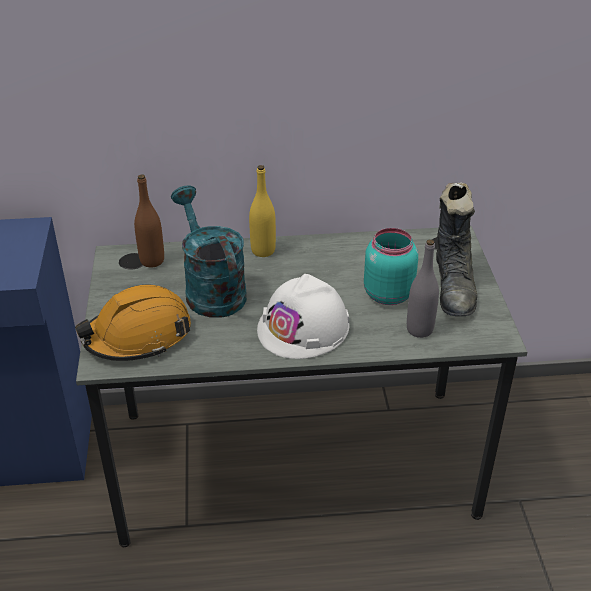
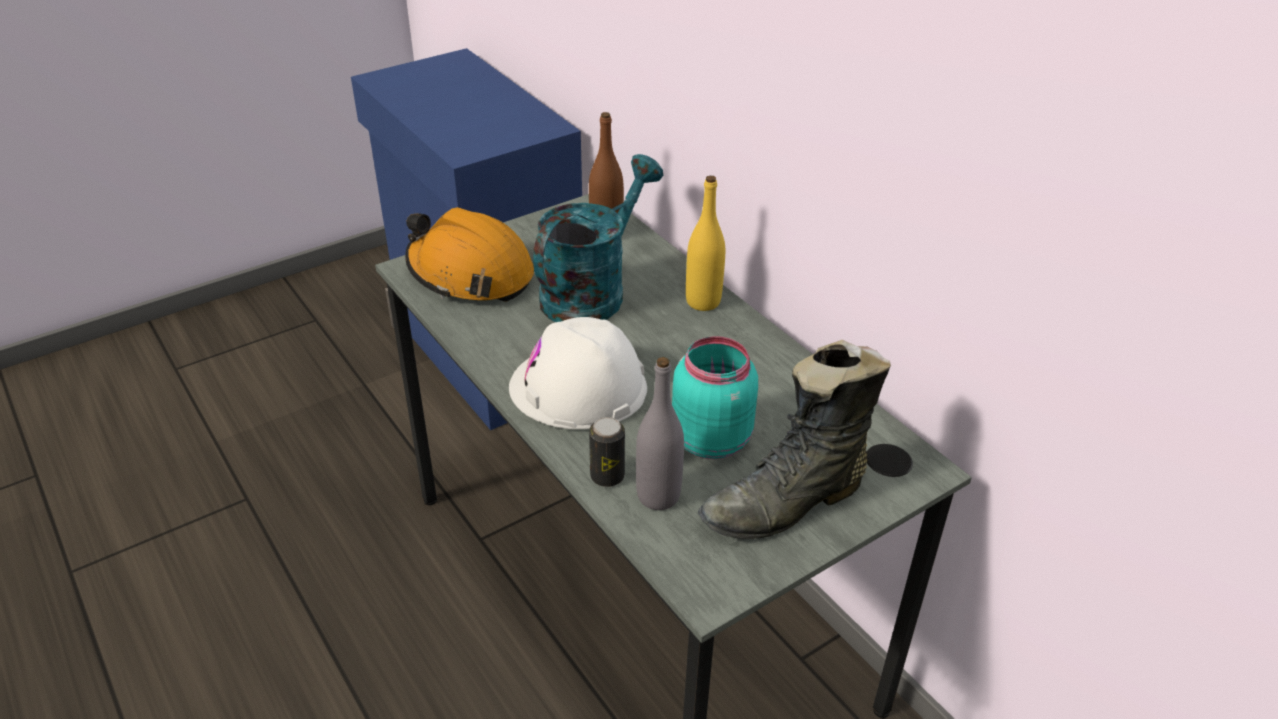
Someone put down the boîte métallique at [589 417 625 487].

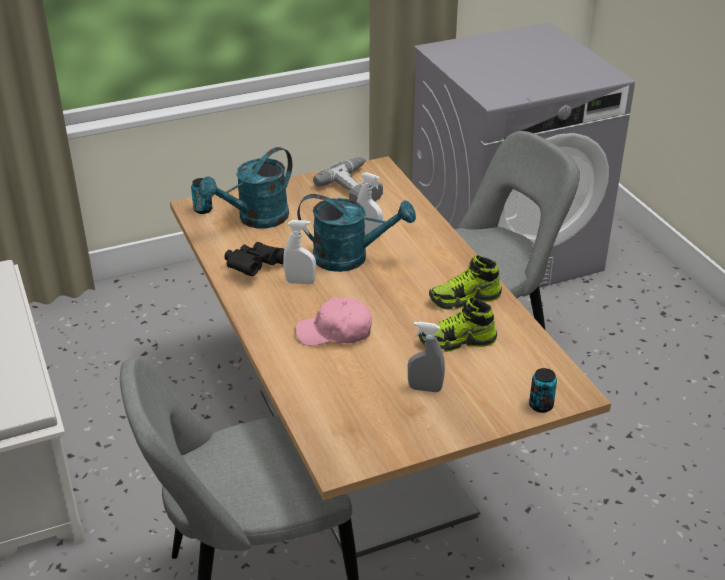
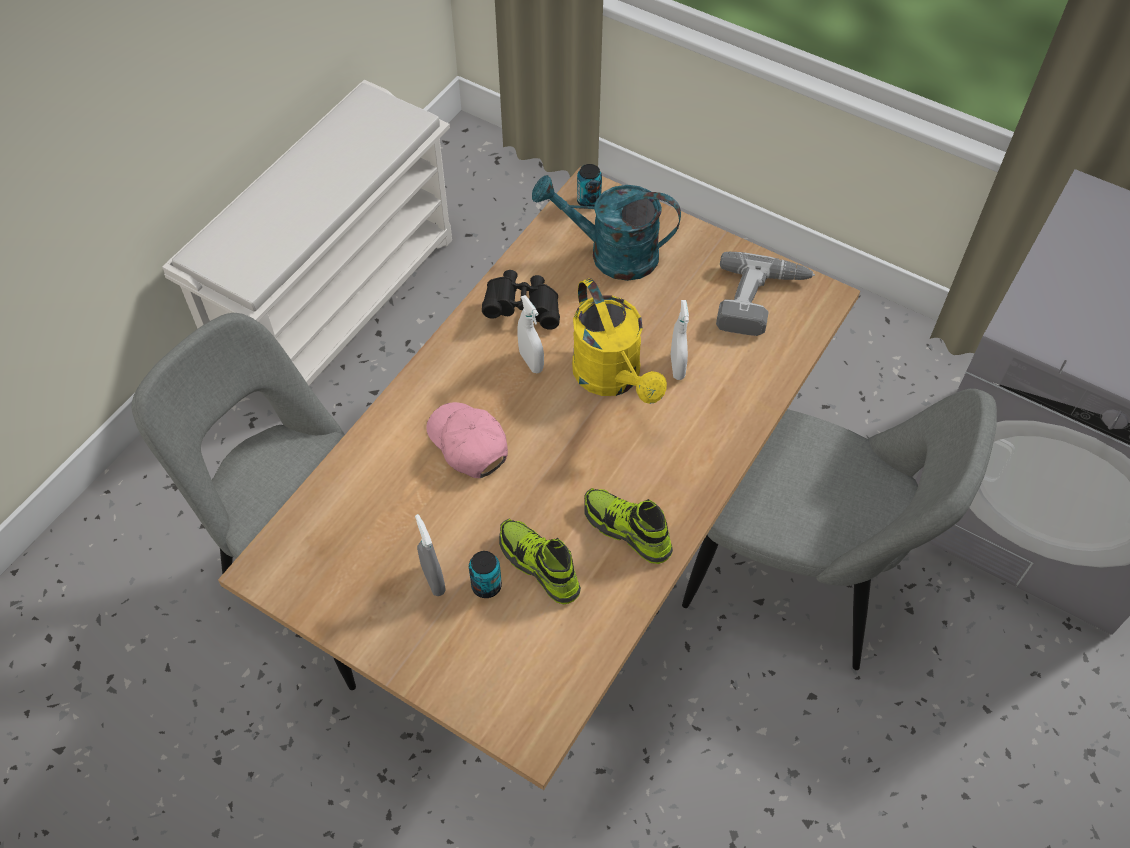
Someone repainted the arrosoir (turquoise) at [298 194 416 272], which became the arrosoir (jaune) at [572 278 667 404].
Someone carried the boîte métallique from [529 368 557 413] to [469 551 502 598].

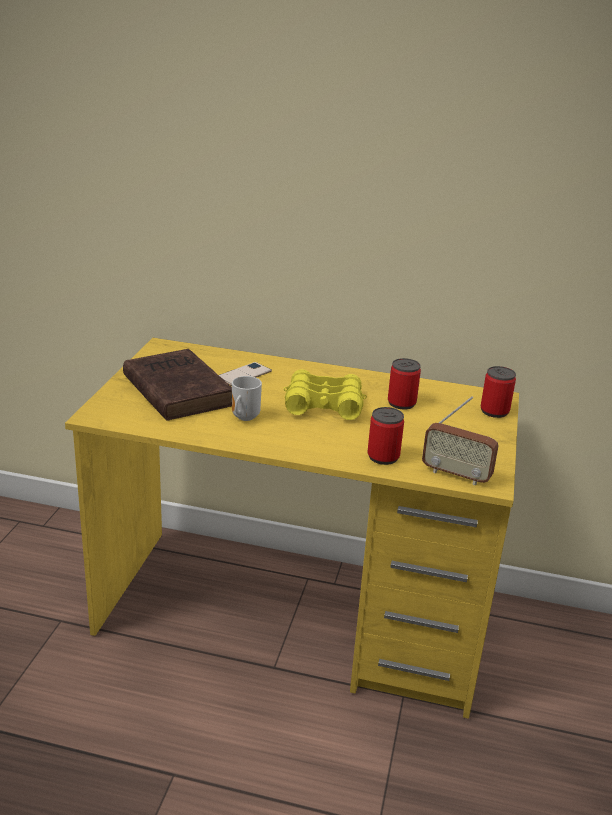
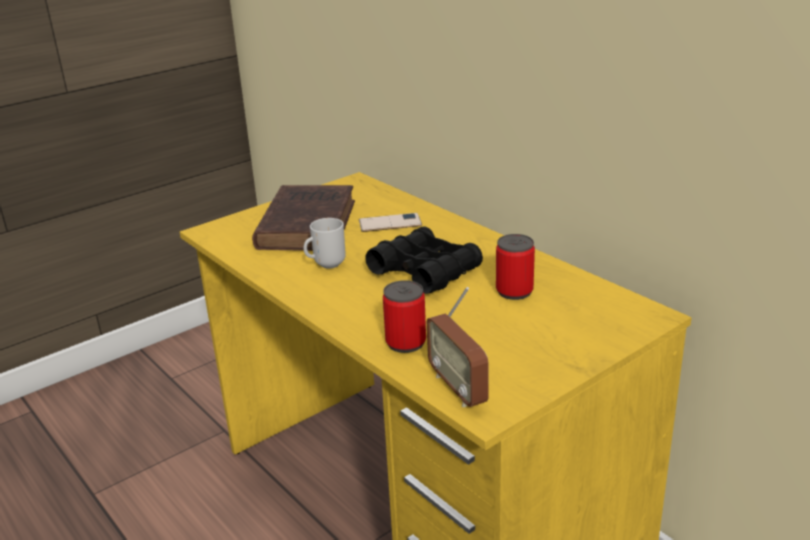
Someone took away the boîte métallique at [481 366 516 418].
Someone repainted the jumelles (jaune) at [284 369 367 420], which became the jumelles (noir) at [366 227 483 294].

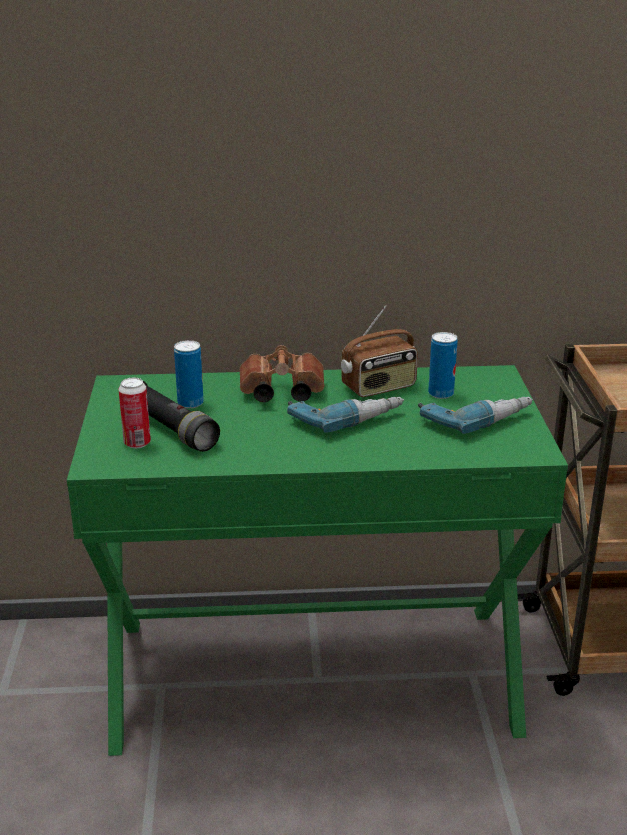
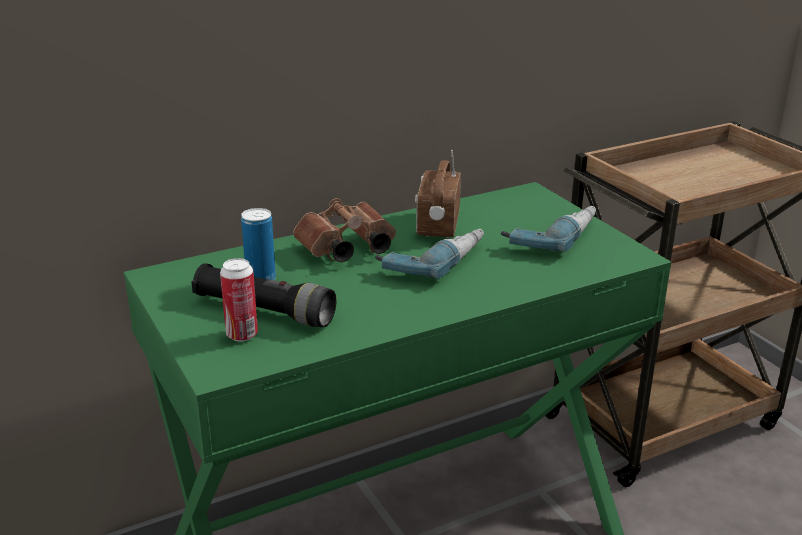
Someone rotated the radio at [341 305 418 397] by 150 degrees clockwise.
Someone took away the boîte métallique at [428 332 458 399].

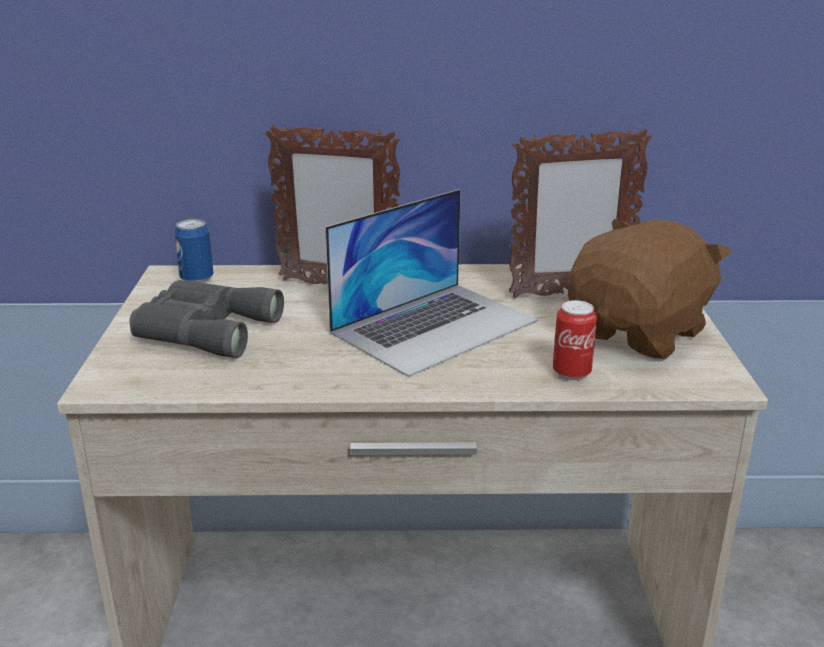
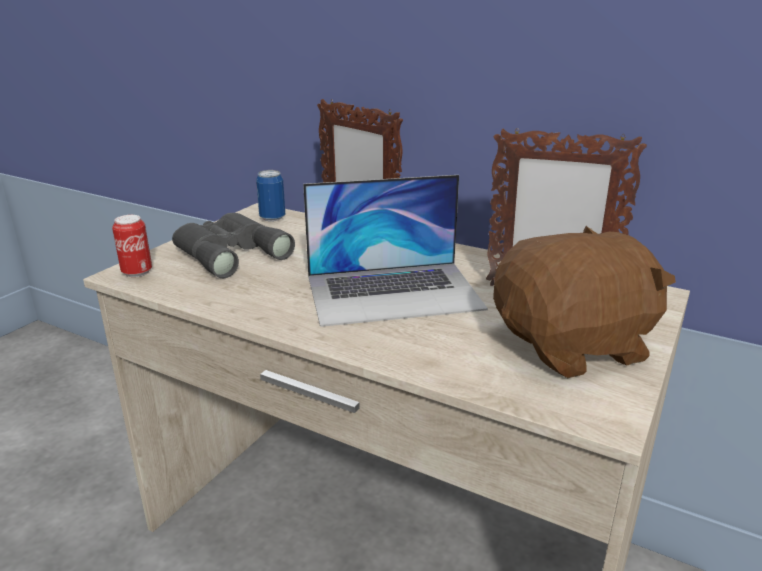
Someone carried the boîte métallique from [553 300 597 381] to [112 215 152 277].

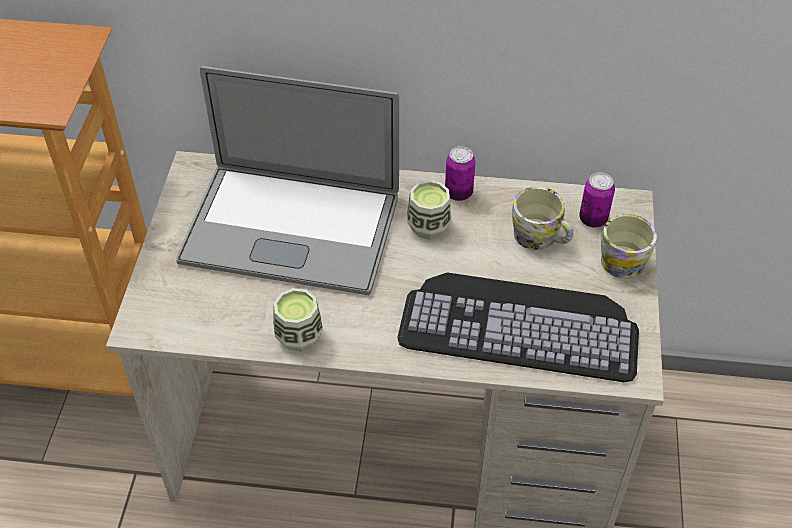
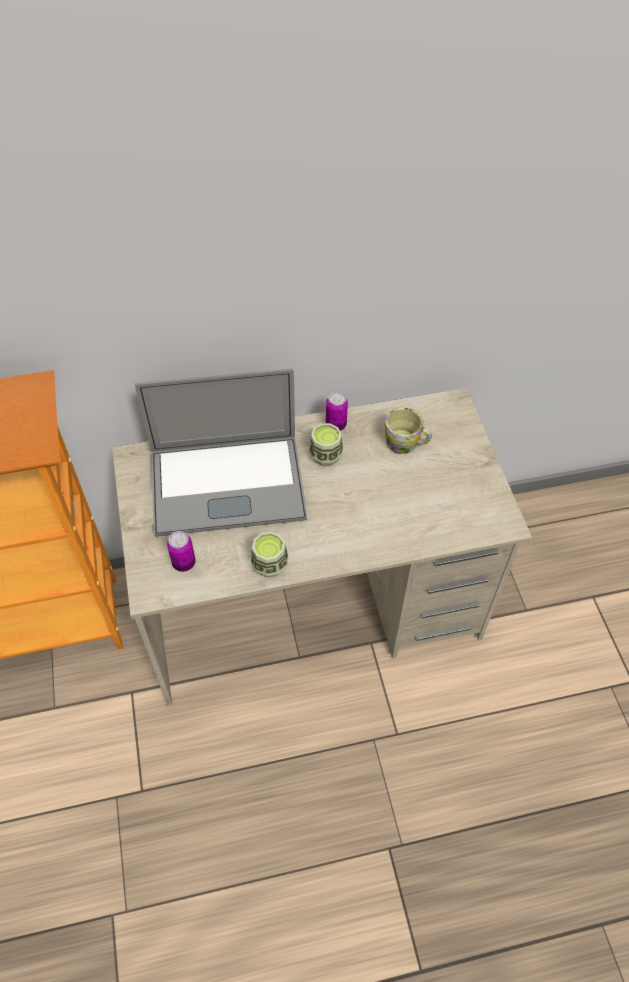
Someone carried the boîte métallique from [579 172 615 228] to [167 531 196 572].
Someone took away the mug at [601 214 657 279].
Someone took away the clavier at [397 273 639 382].

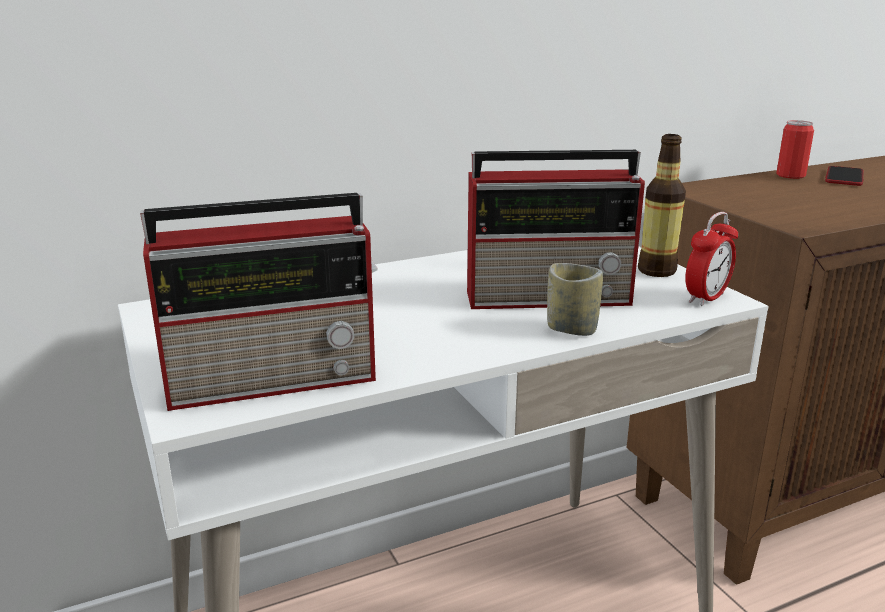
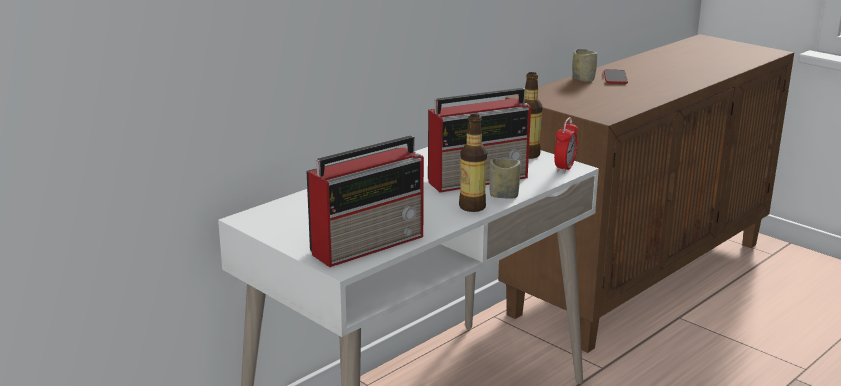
Someone swapped the boîte métallique at [776 120 814 179] for the tasse at [572 48 597 82].
Someone put down the bouteille at [459 114 487 212].

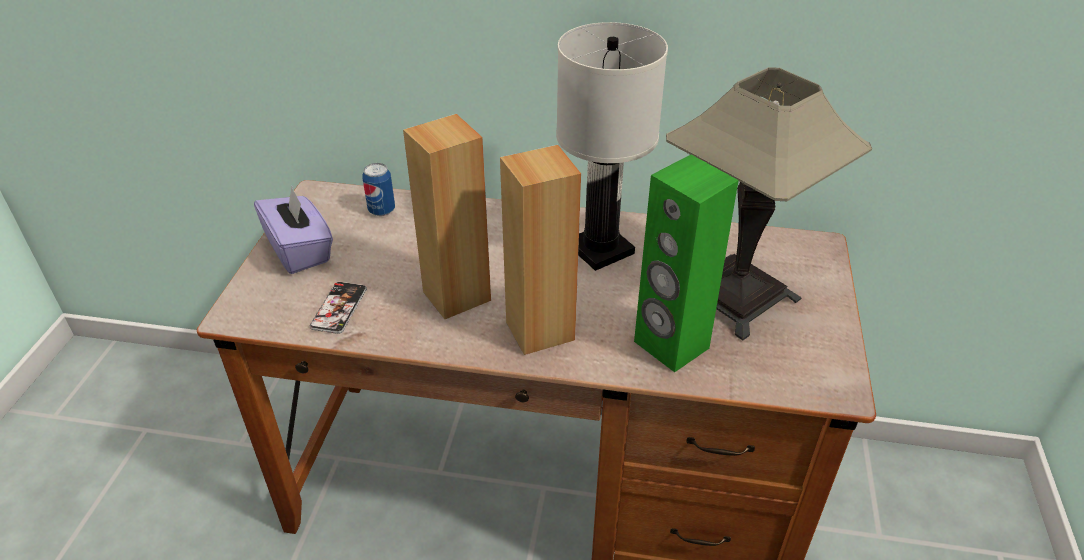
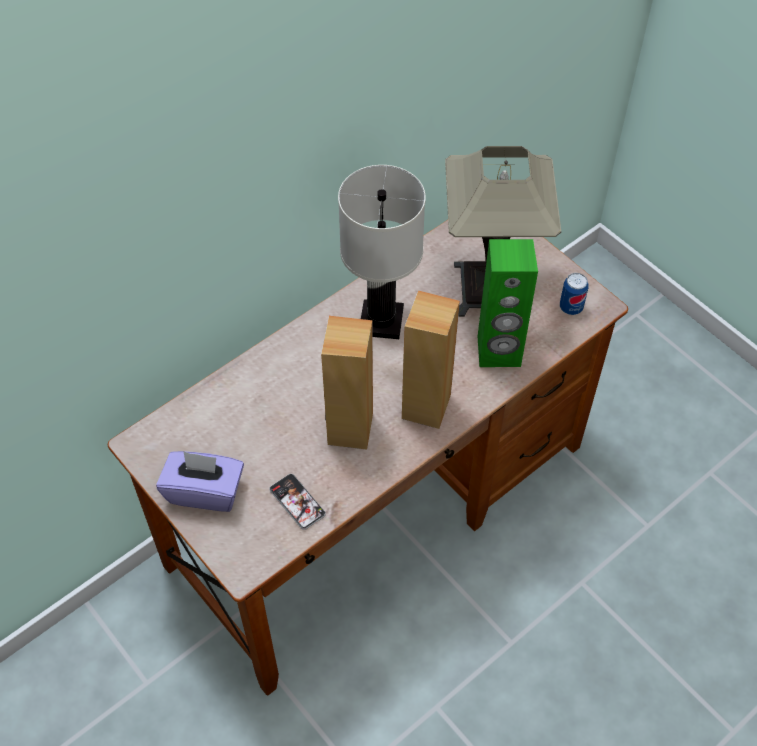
Someone carried the boîte métallique from [362 163 395 216] to [560 273 589 315].

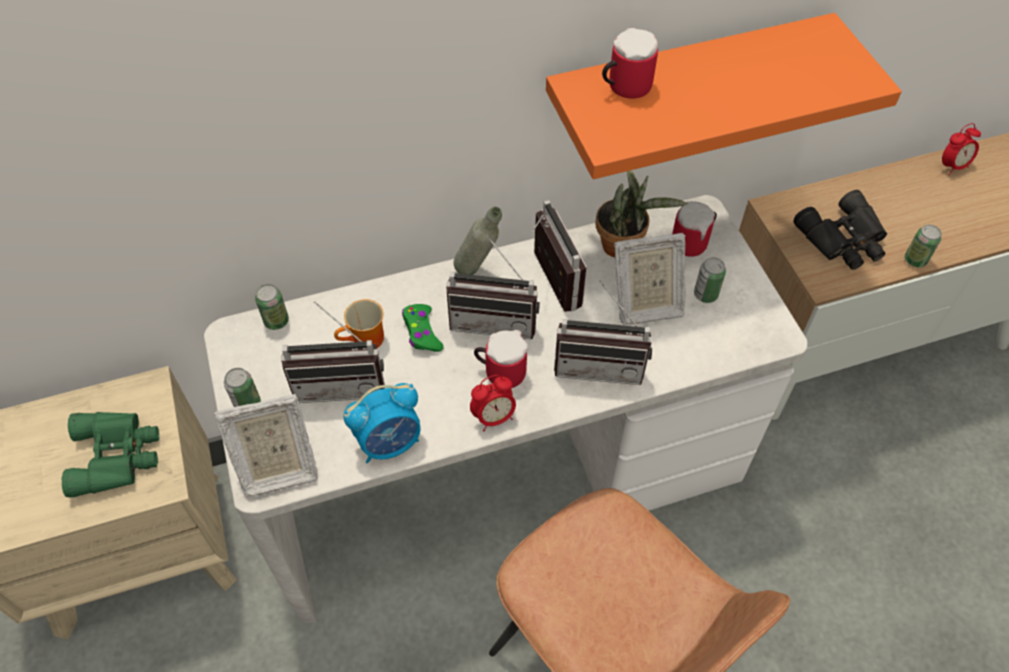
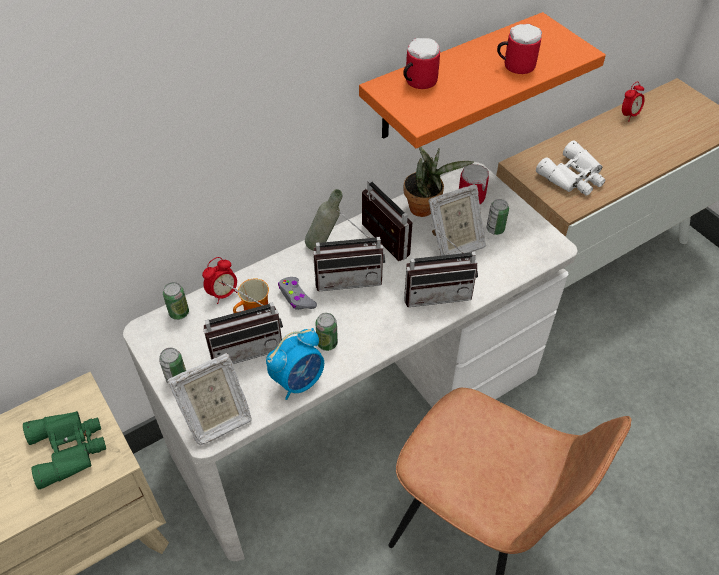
Someone repainted the jumelles (noir) at [794 190 887 270], which became the jumelles (blanc) at [536 140 606 196].
Someone carried the boîte métallique from [905 225 941 268] to [315 313 338 351].
Someone repainted the manette (vert) at [402 304 443 352], which became the manette (gris) at [278 277 317 310].
Someone carried the mug from [474 330 528 388] to [497 24 542 74].
Someone carried the réveil from [470 375 516 431] to [202 257 237 304].

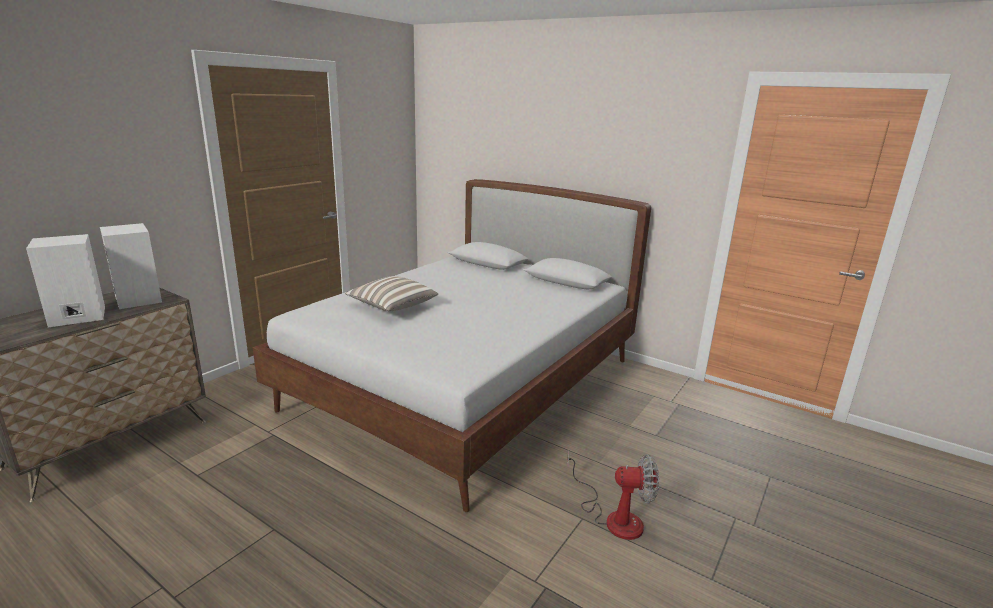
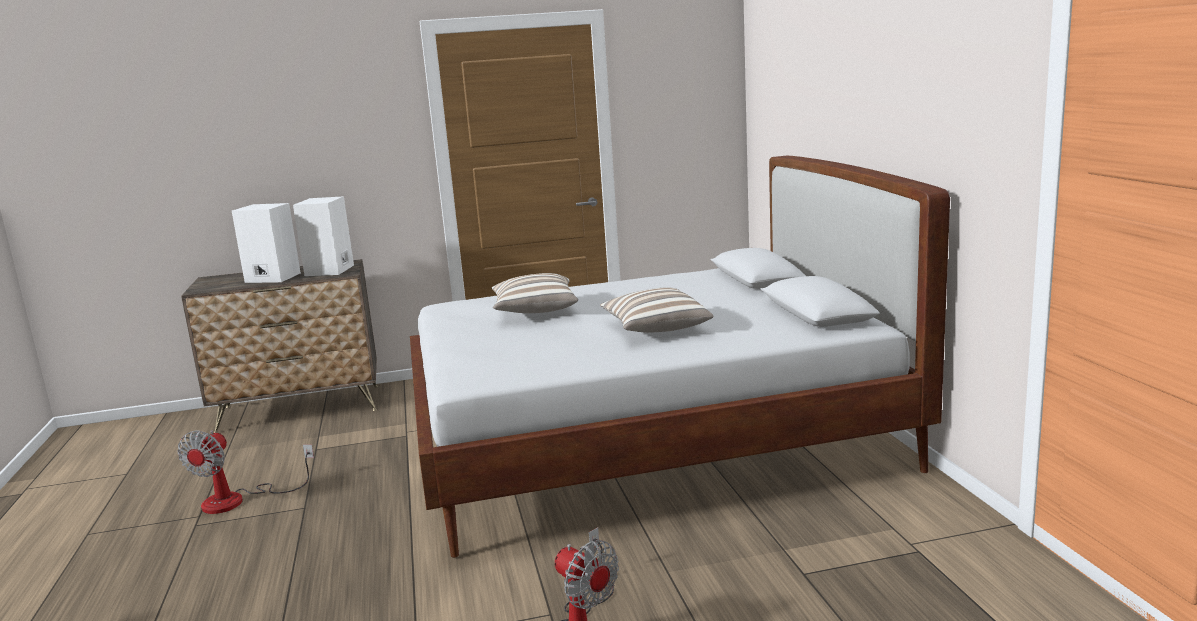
Someone put down the coussin at [600 287 713 333].
Someone put down the ventilateur at [178 430 314 514].

